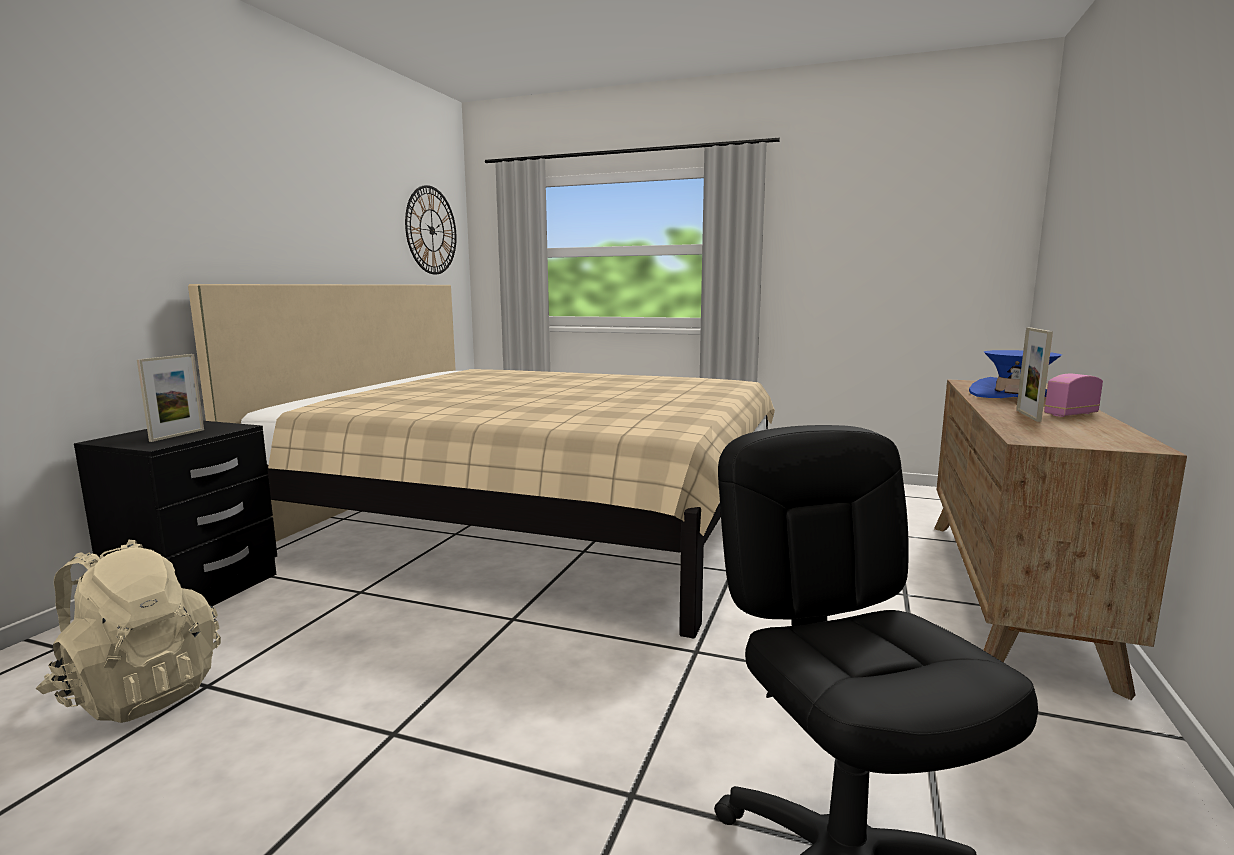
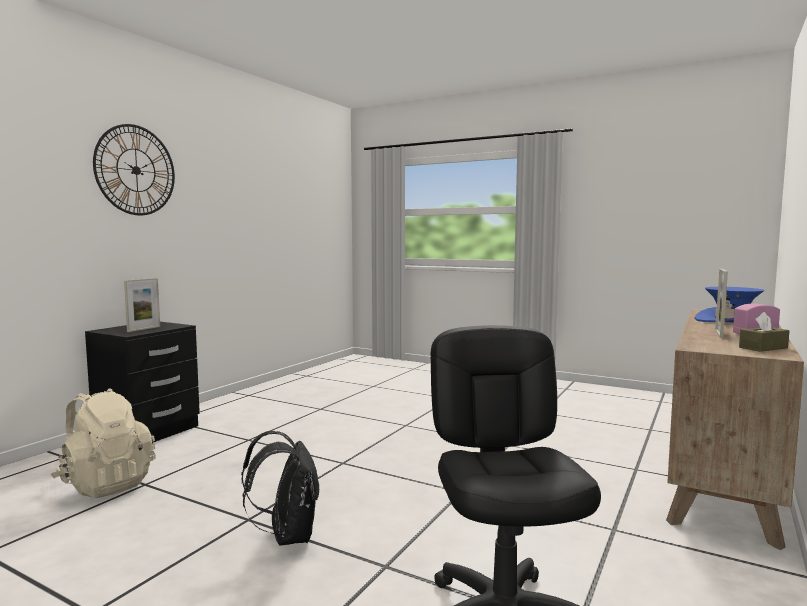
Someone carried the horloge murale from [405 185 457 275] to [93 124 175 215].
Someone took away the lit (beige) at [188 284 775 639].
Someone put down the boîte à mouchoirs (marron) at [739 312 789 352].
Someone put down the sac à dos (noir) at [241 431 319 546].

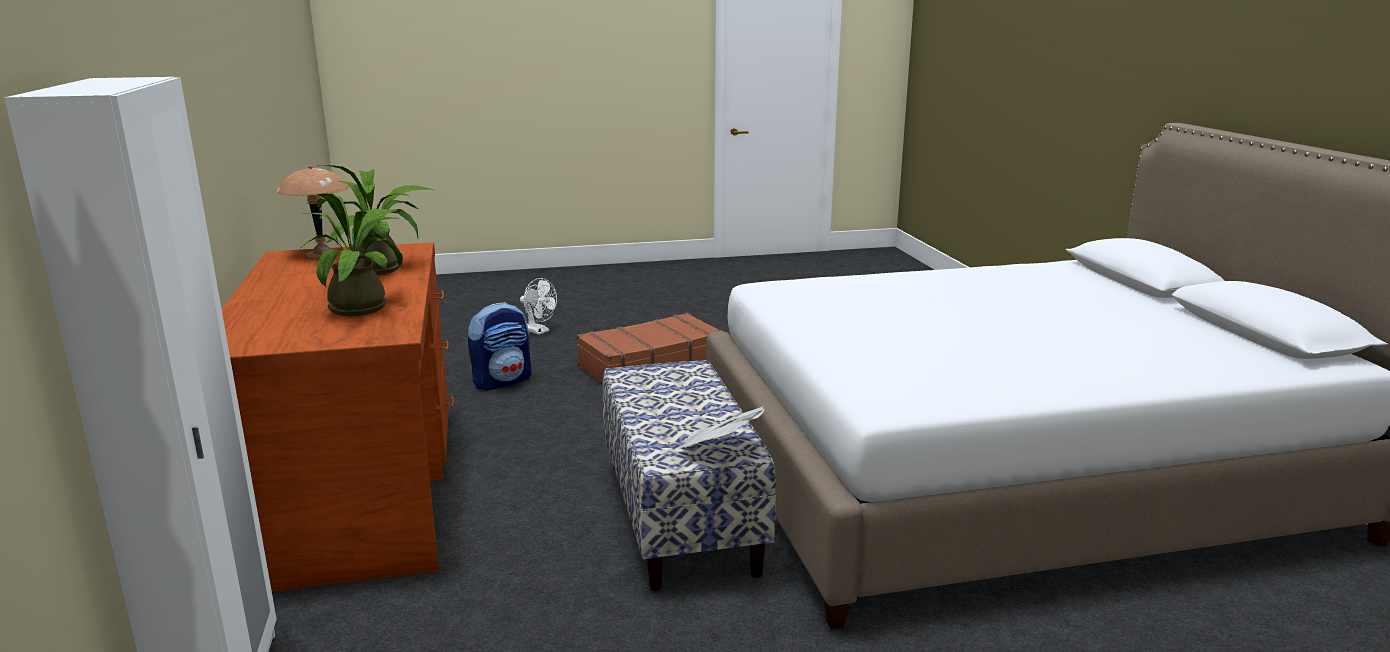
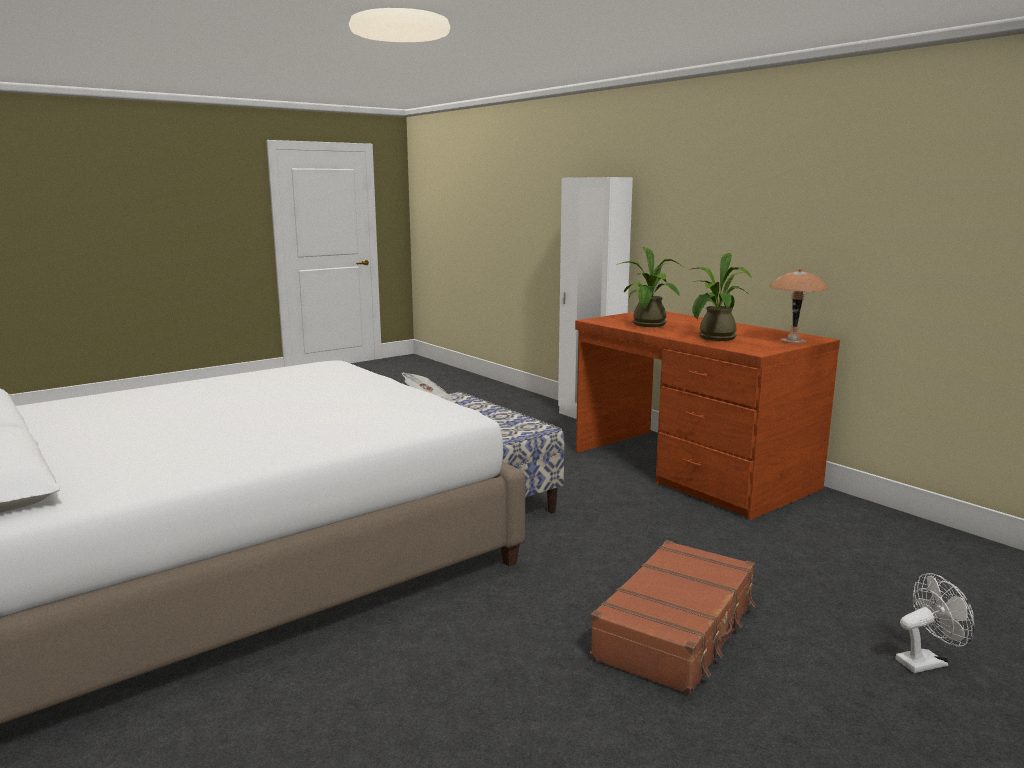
Someone rotated the ventilateur (blanc) at [520 278 557 335] by 150 degrees clockwise.
Someone took away the sac à dos at [468 302 531 390].

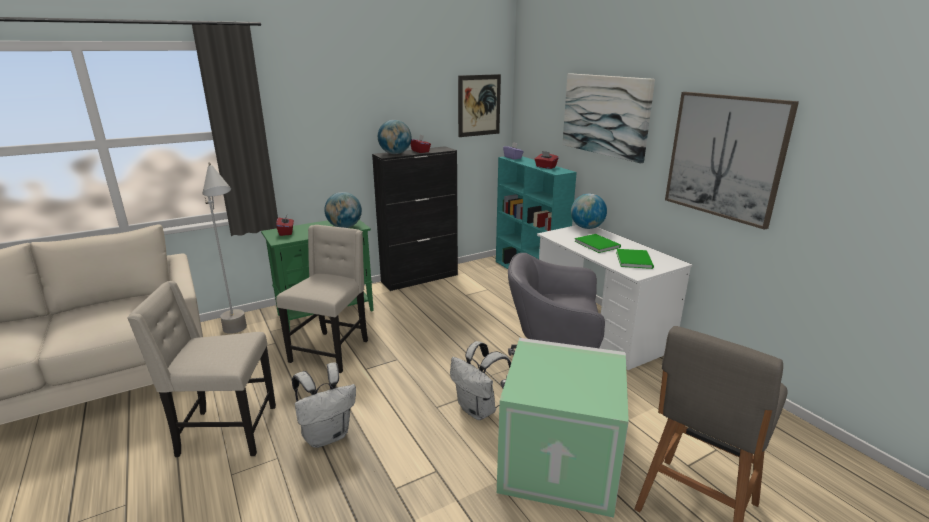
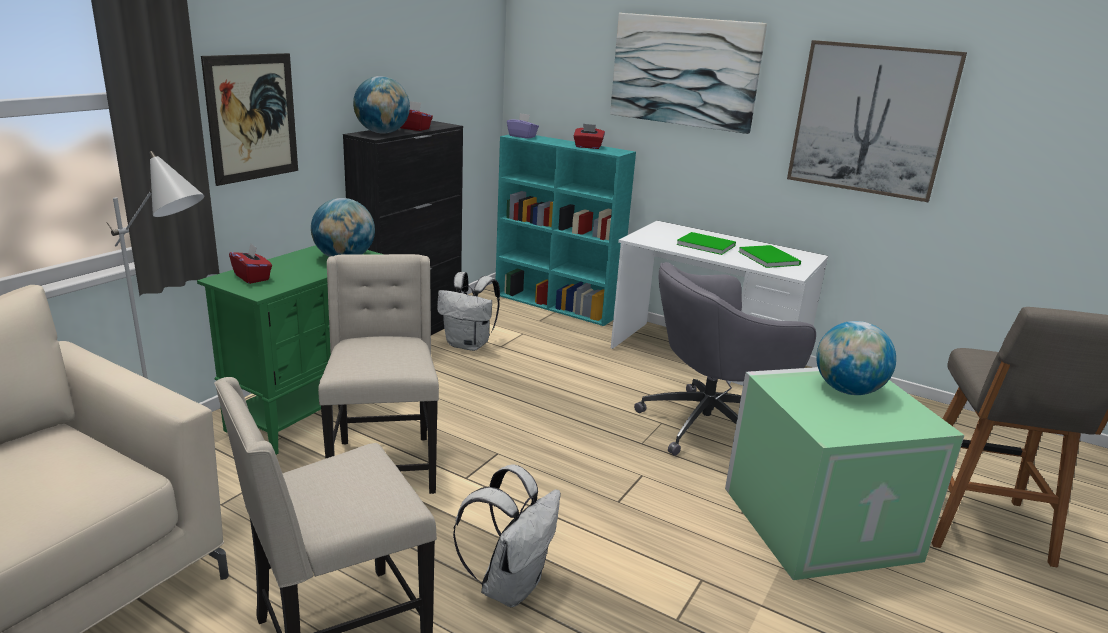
Someone carried the tableau from [458 74 501 137] to [201 53 298 186].
Someone carried the globe from [571 194 607 229] to [816 321 896 395].
Someone carried the sac à dos (blanc) from [450 341 511 420] to [437 272 500 351].

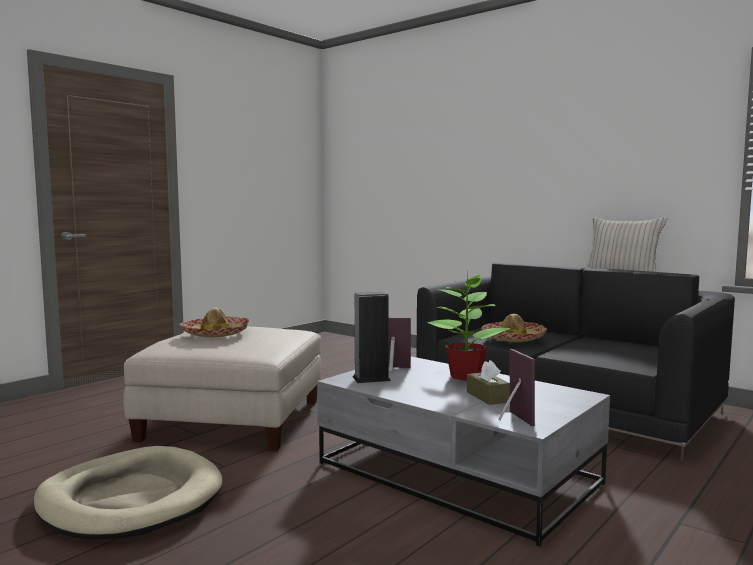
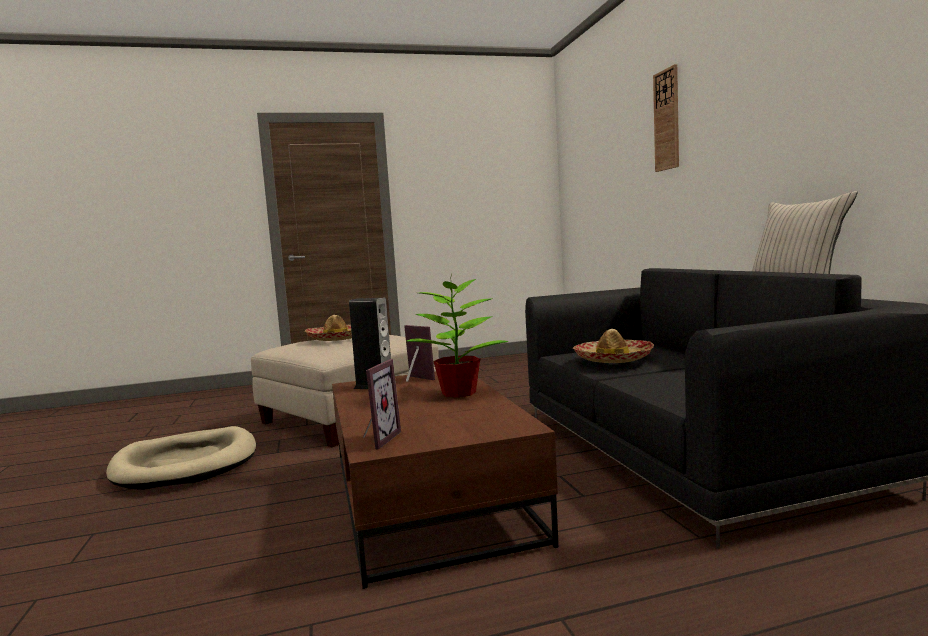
Someone repainted the table basse (gris) at [317 357 610 546], which became the table basse (marron) at [332 371 559 589].
Someone took away the boîte à mouchoirs (marron) at [467 360 510 405].
Someone put up the horloge murale at [653 64 679 172].

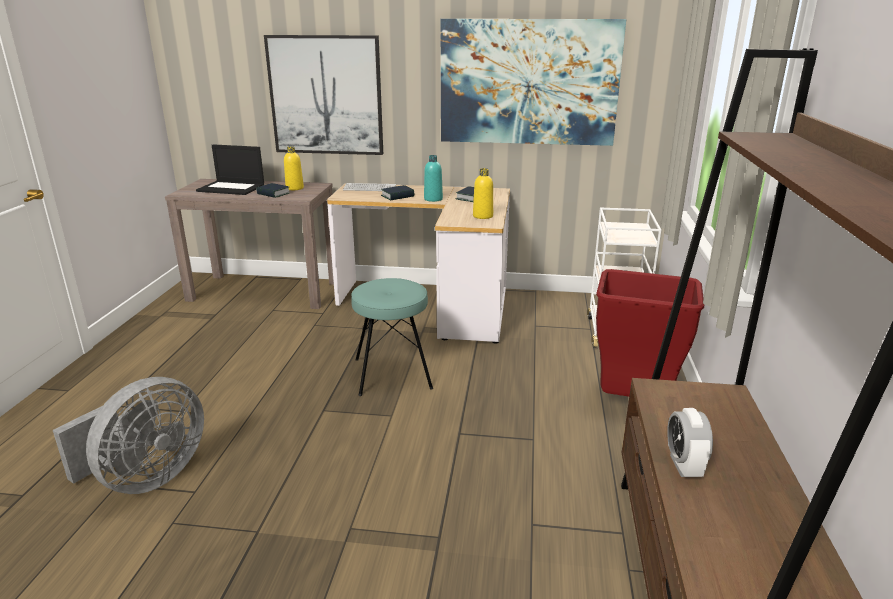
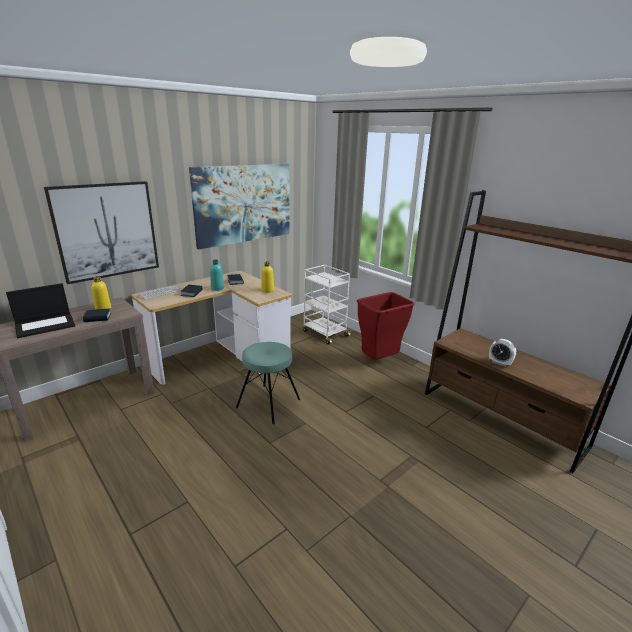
Someone took away the ventilateur (gris) at [53 377 204 494].

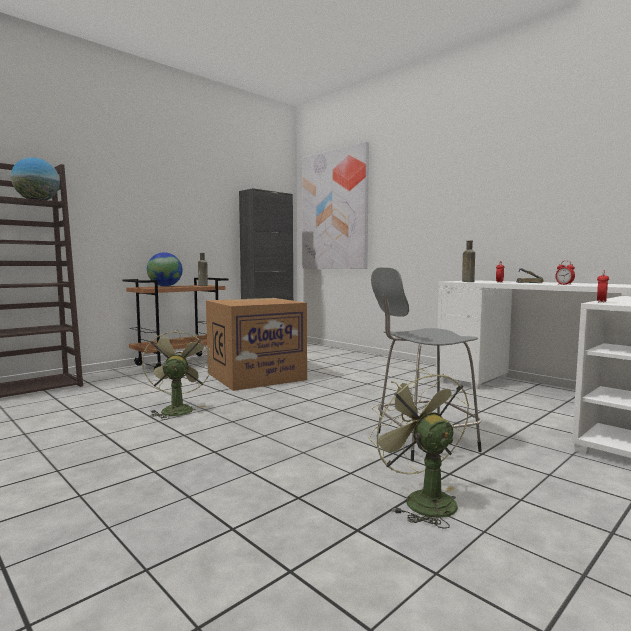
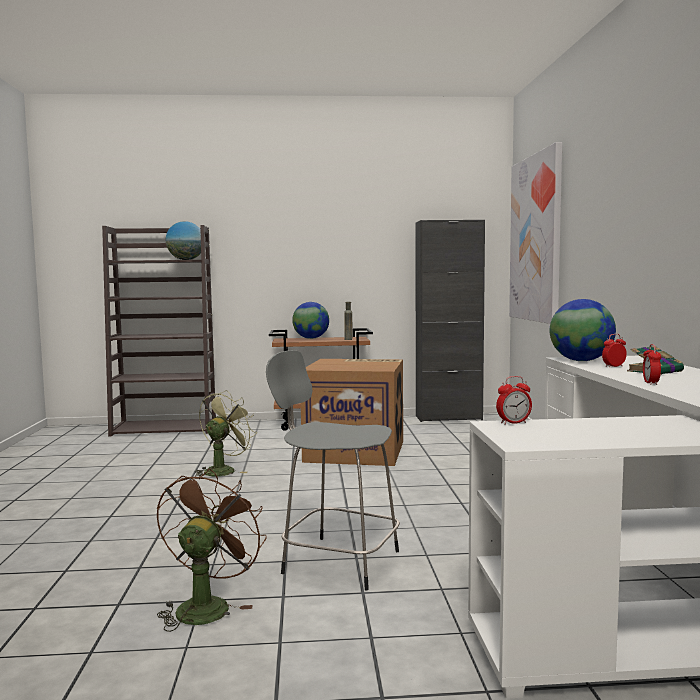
Someone swapped the bouteille (marron) at [462 240 475 282] for the globe at [550 299 616 361].
Someone repainted the ventilateur (vert) at [369 368 469 529], which became the ventilateur (marron) at [157 468 267 632].

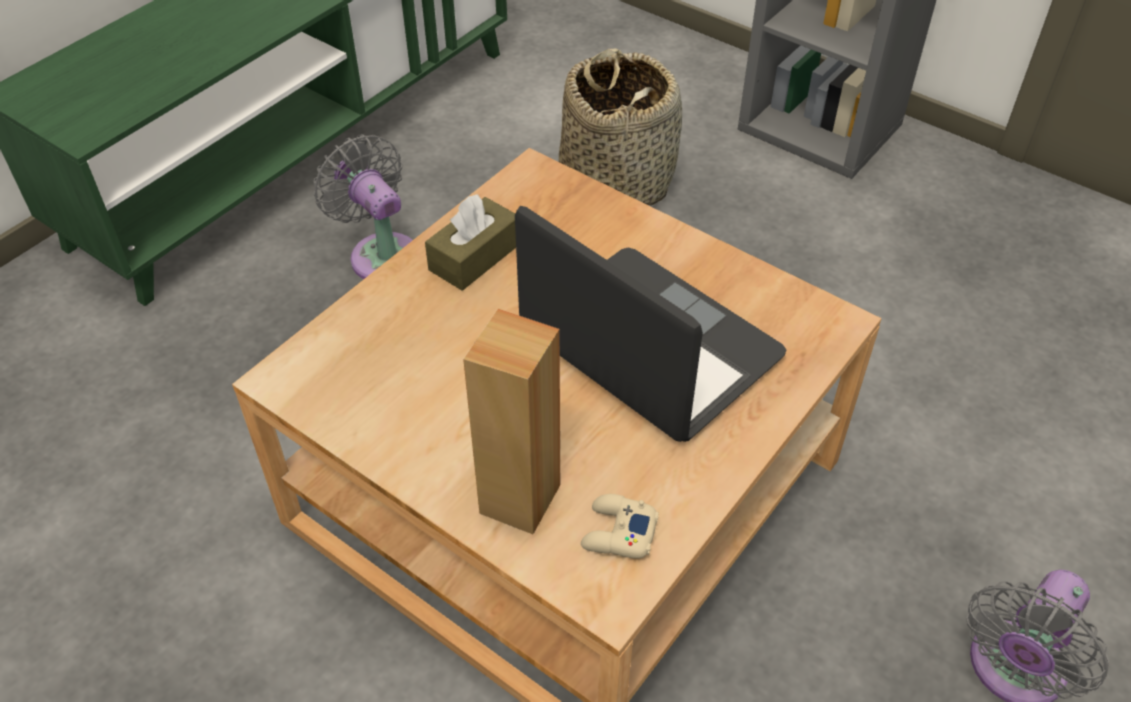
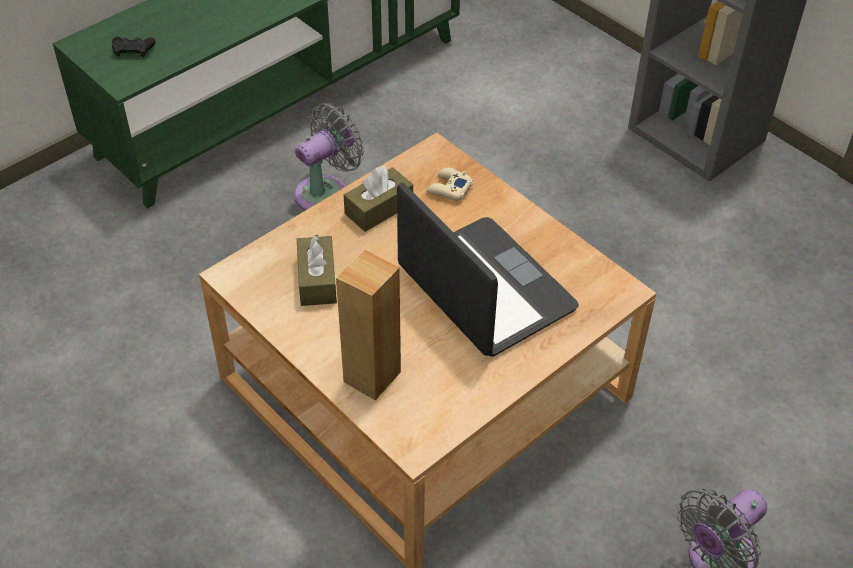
Someone took away the panier at [559 48 682 205].
Someone rotated the ventilateur (gris) at [313 134 413 279] by 75 degrees clockwise.
Someone carried the manette (beige) from [581 494 659 559] to [427 167 473 201].
Someone put down the manette (noir) at [112 37 155 57].
Someone put down the boîte à mouchoirs (marron) at [297 234 337 306].

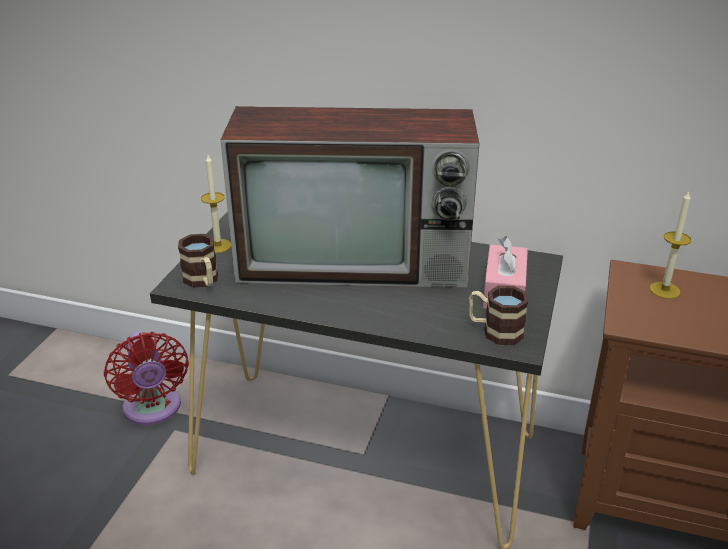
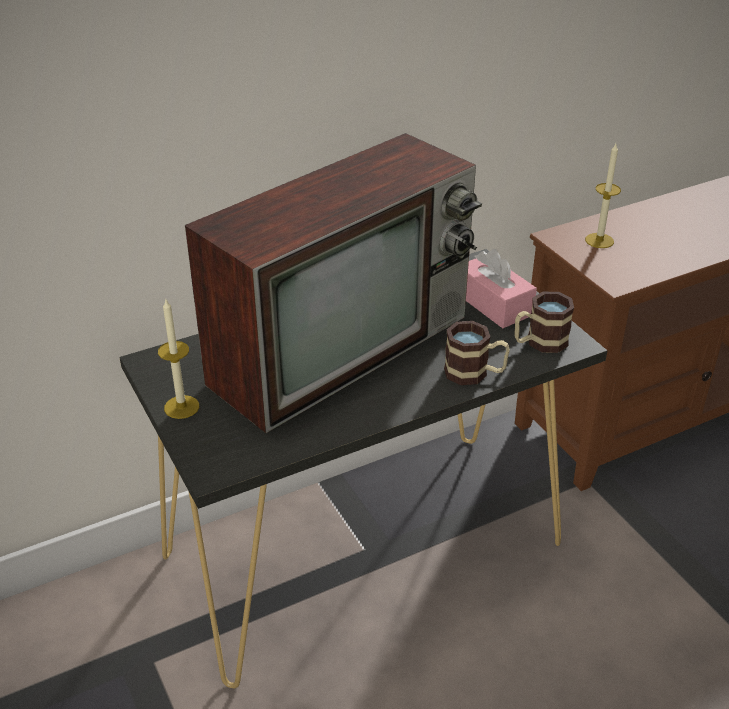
Someone carried the mug from [178 234 218 288] to [444 321 510 385].
Someone took away the ventilateur (rouge) at [104 331 189 425].

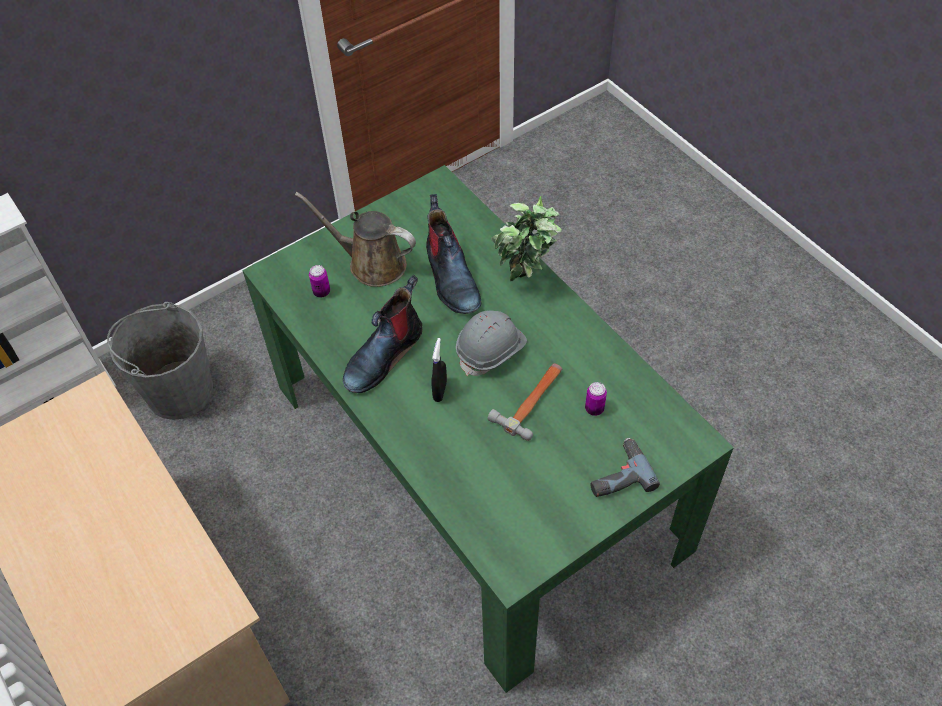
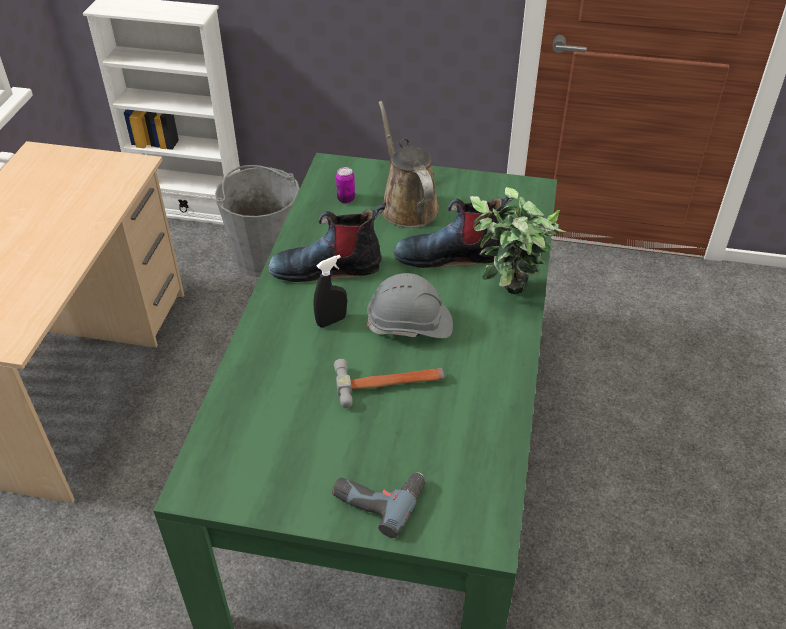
Someone rotated the botte at [426 194 481 314] by 60 degrees clockwise.
Someone took away the boîte métallique at [585 382 607 416].

